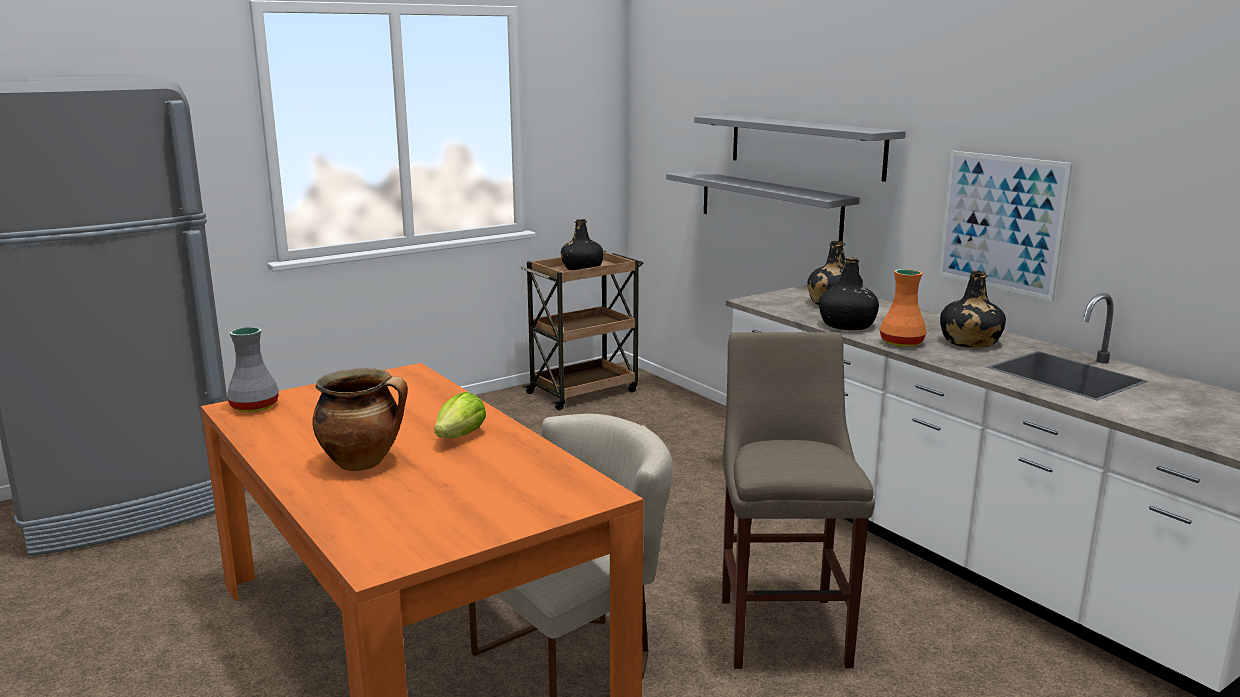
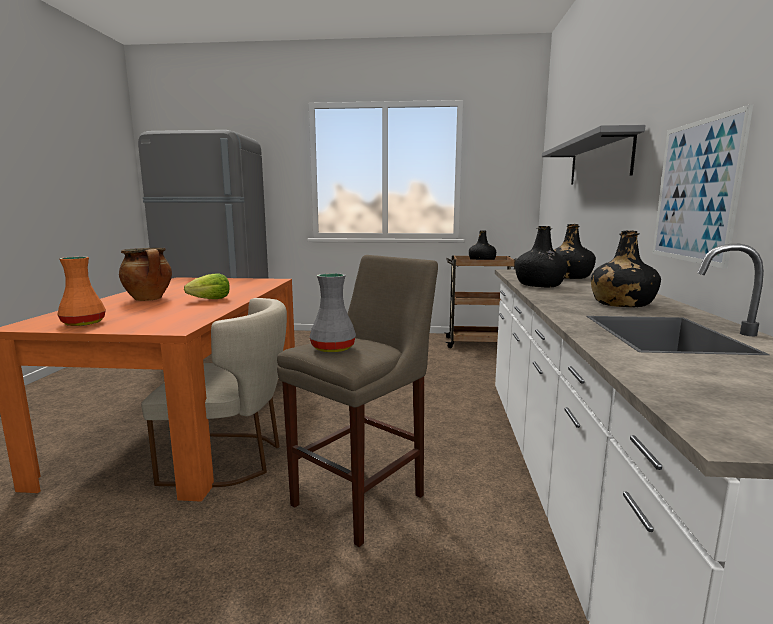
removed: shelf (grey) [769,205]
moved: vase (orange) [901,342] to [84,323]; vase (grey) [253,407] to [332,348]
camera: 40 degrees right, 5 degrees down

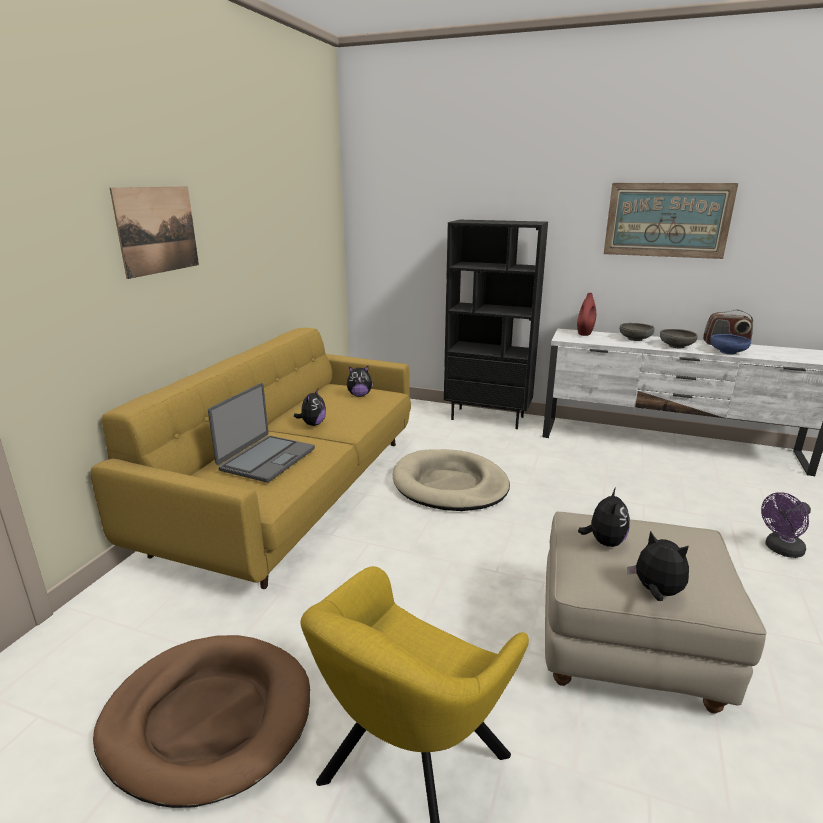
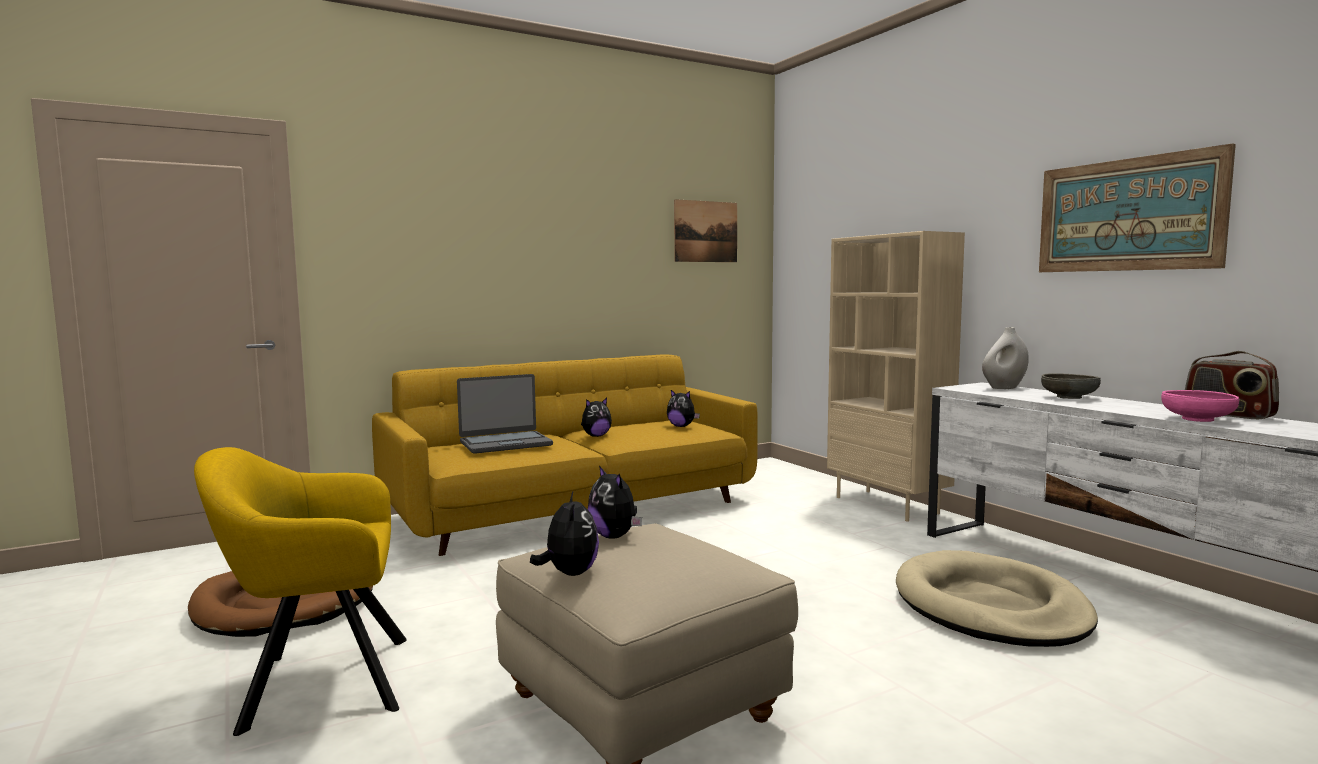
removed: bowl (grey) [676,346]; fan (purple) [780,550]
moved: picture [158,230] to [706,231]; dog bed (beige) [450,485] to [990,607]
recoloured: bookcase (black) [488,418] to bookcase (beige) [888,505]; vase (red) [584,333] to vase (white) [1004,388]; bowl (blue) [727,352] to bowl (pink) [1197,419]
turned: plush toy [604,542] = [615,536] 90 degrees clockwise
camera: 40 degrees right, 15 degrees down

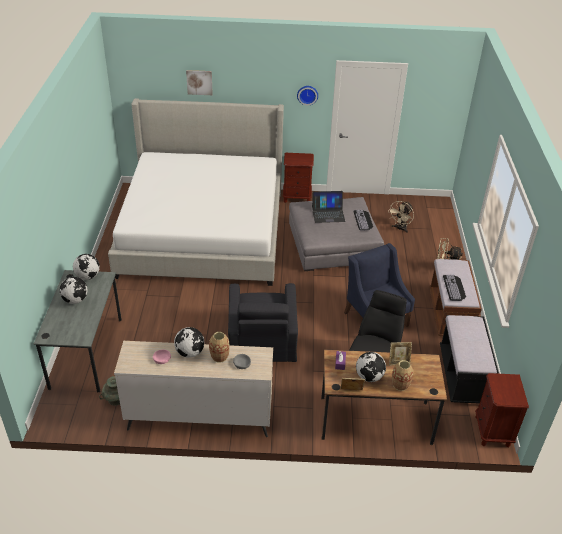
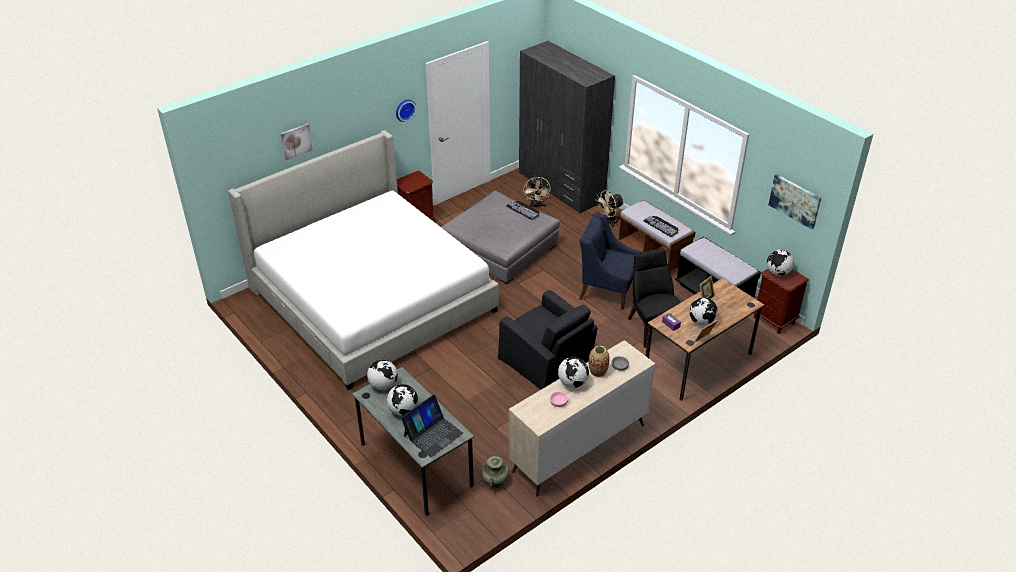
removed: vase [400,385]
added: wardrobe (grey) [561,187]; picture [795,201]; globe [777,273]
moved: laptop [328,214] to [433,434]
camera: 40 degrees left, 0 degrees up

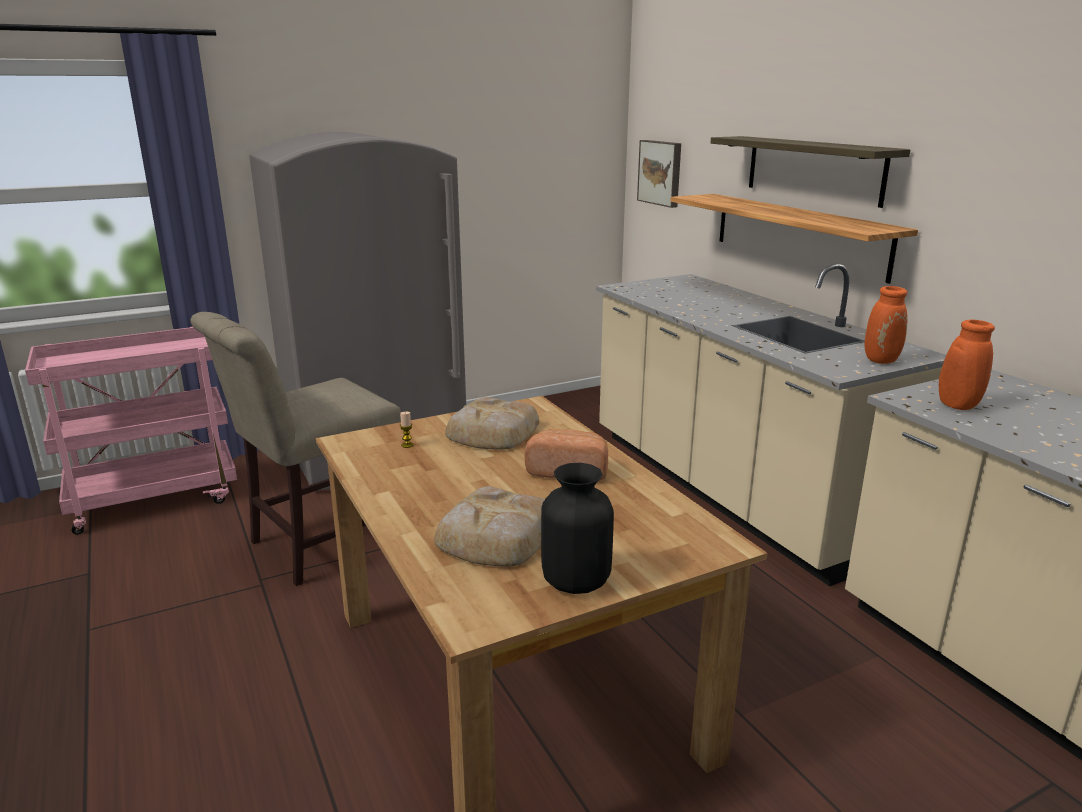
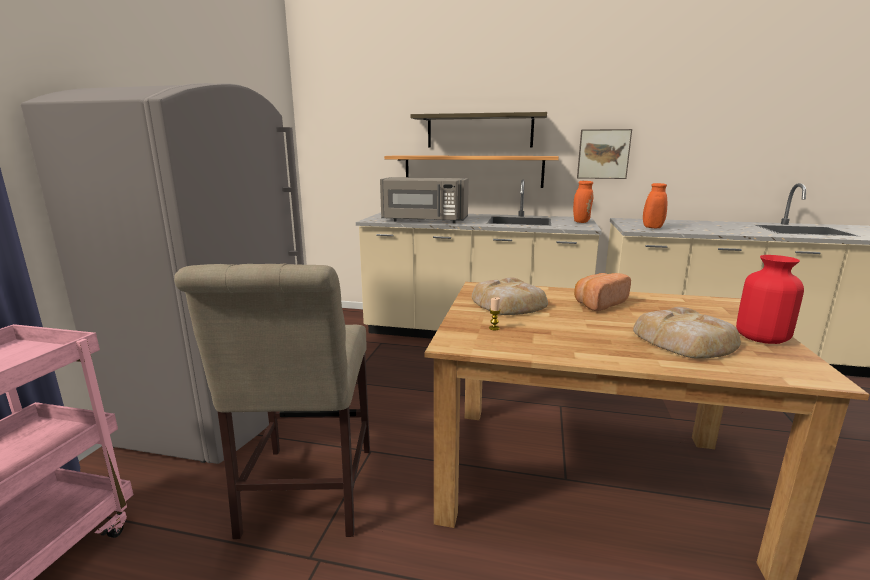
added: microwave (grey) [424,221]
moved: picture [661,173] to [603,154]
recoloured: vase (black) [576,580] to vase (red) [761,338]
camera: 50 degrees left, 5 degrees down

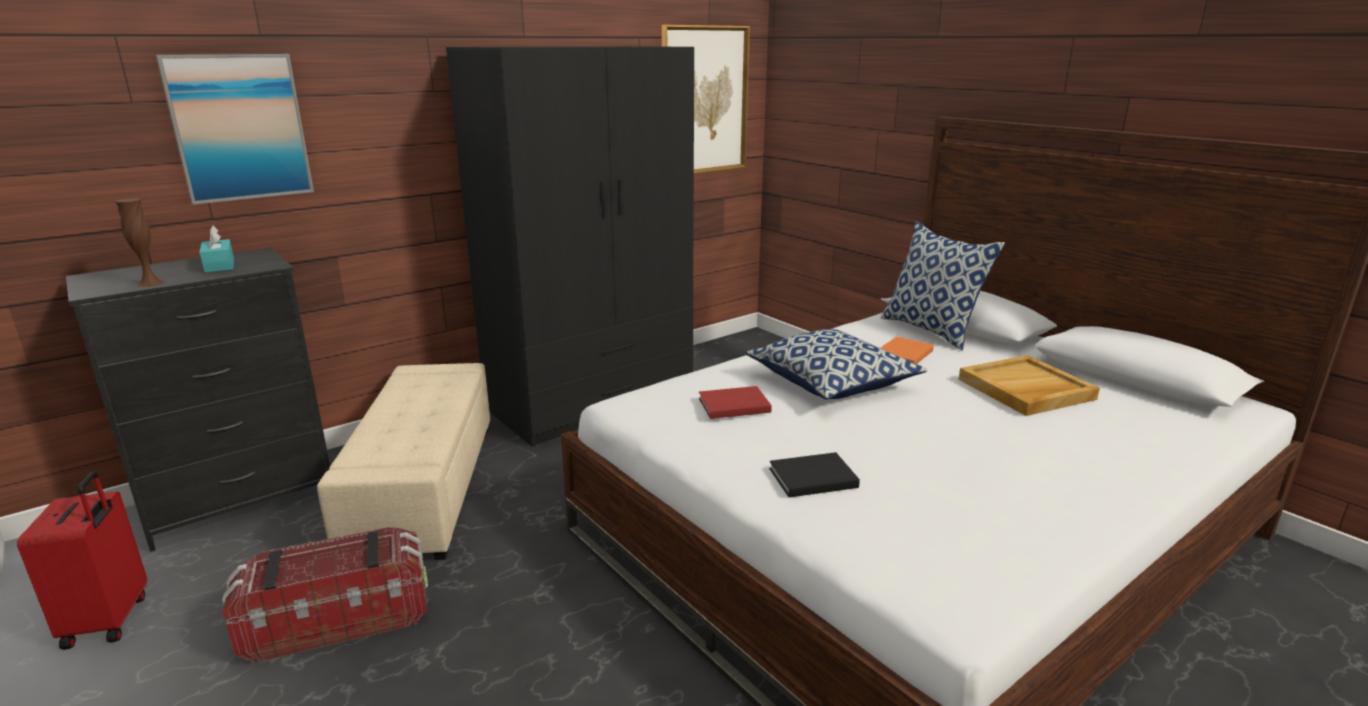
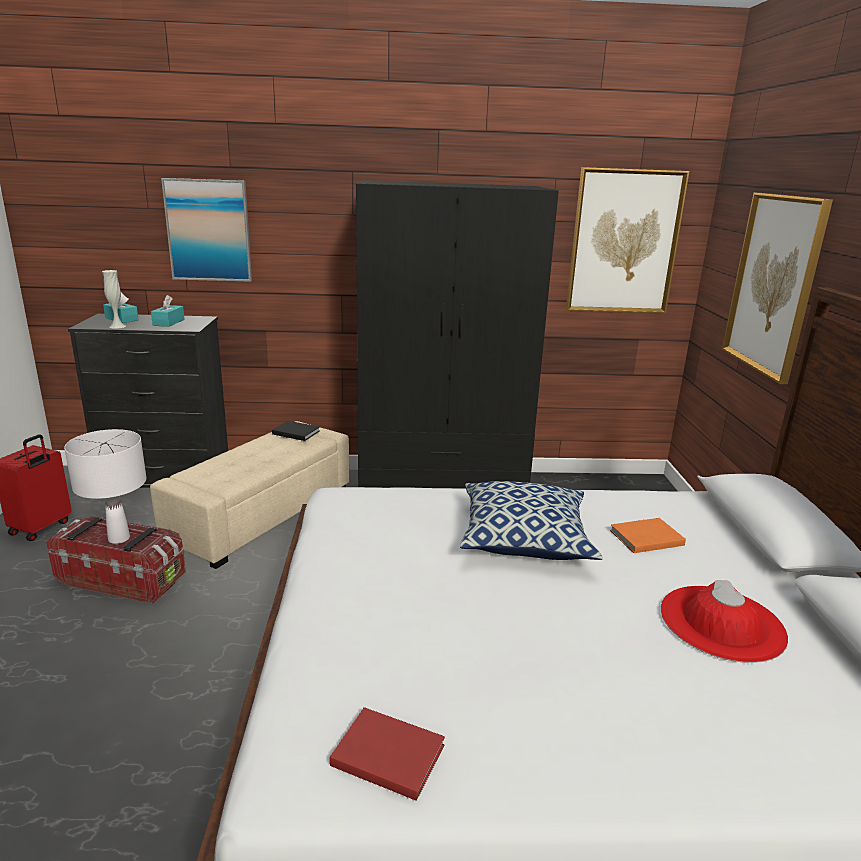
removed: pillow [931,330]
added: picture [773,284]; tissue box (turquoise) [121,319]; table lamp (white) [119,538]
moved: book (red) [732,405] to [386,753]; book (black) [810,477] to [295,432]
replaced: tray (beige) [1025,389] to hat (red) [721,623]
recoloured: vase (brown) [150,283] to vase (white) [117,326]
camera: 35 degrees right, 0 degrees up

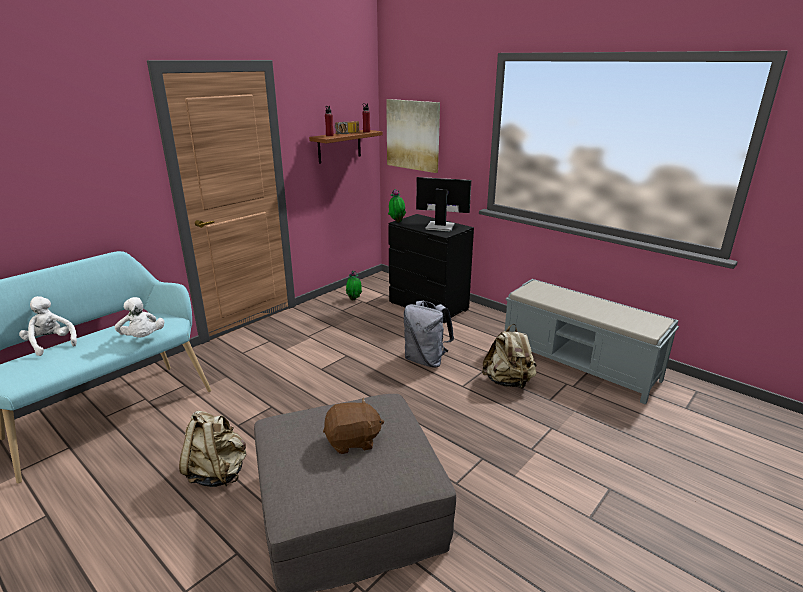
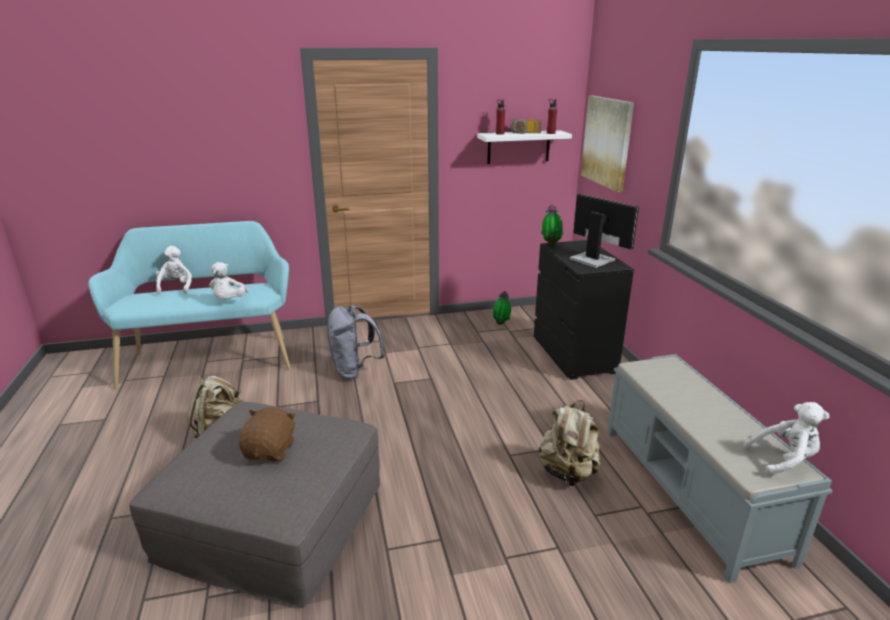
added: plush toy (white) [784,460]
moved: backpack (grey) [426,360] to [354,370]
recoloured: shelf (brown) [339,146] to shelf (white) [518,147]
turned: plush toy (brown) [353,441] = [271,450] 105 degrees counterclockwise
camera: 35 degrees right, 0 degrees up

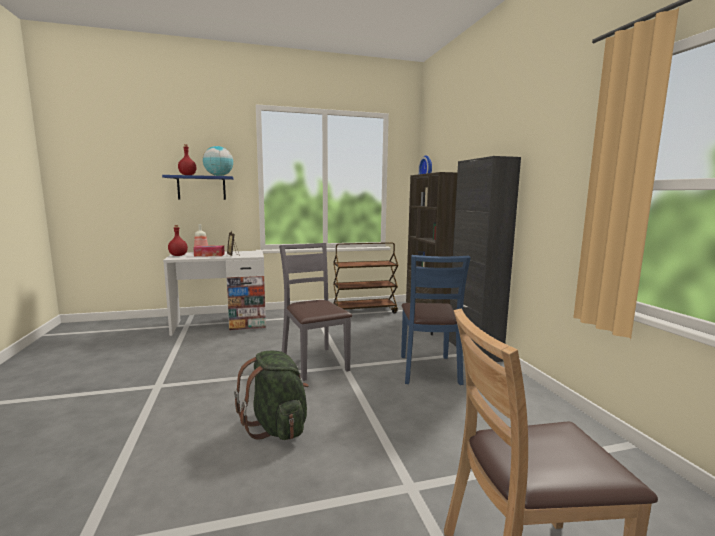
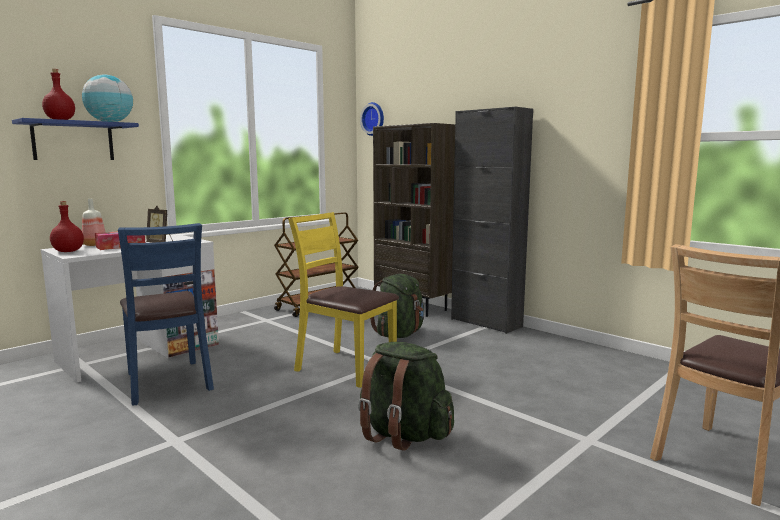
added: backpack (green) [399,334]
moved: chair (blue) [428,370] to [168,382]
recoloured: chair (grey) [314,363] to chair (yellow) [345,368]
camera: 30 degrees left, 0 degrees up

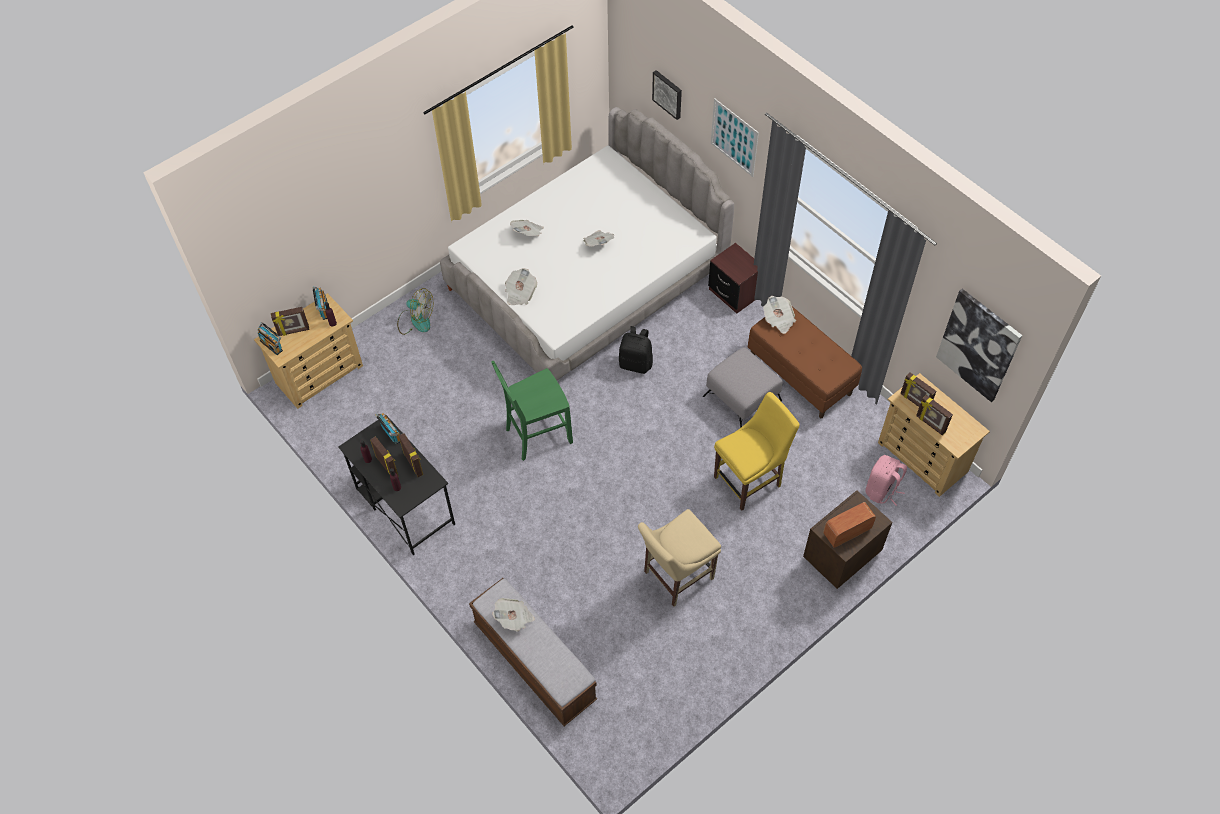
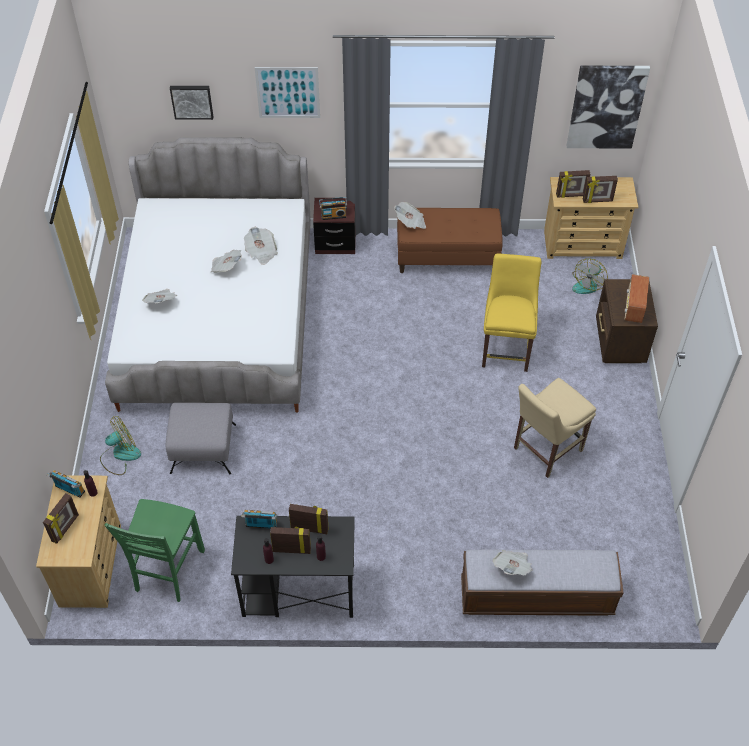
removed: backpack (black) [636,363]
moved: newspaper [520,293] to [261,252]; radio [272,345] to [333,215]; ottoman (grey) [742,398] to [204,448]; chair (green) [537,435] to [167,571]
replaced: backpack (pink) [882,490] to fan [588,284]
turned: chair (beige) [675,576] = [545,450] 45 degrees clockwise
camera: 50 degrees left, 5 degrees down

